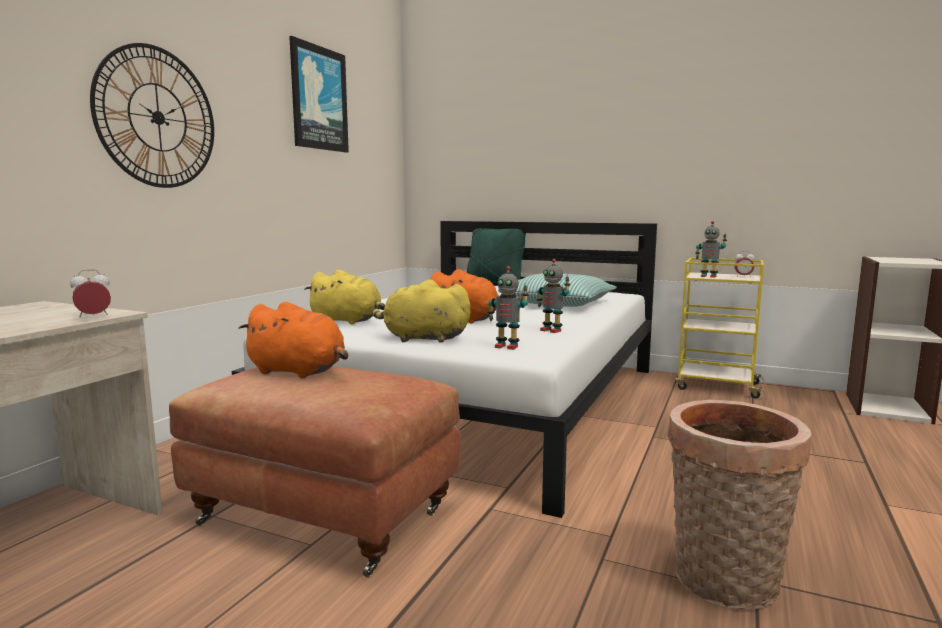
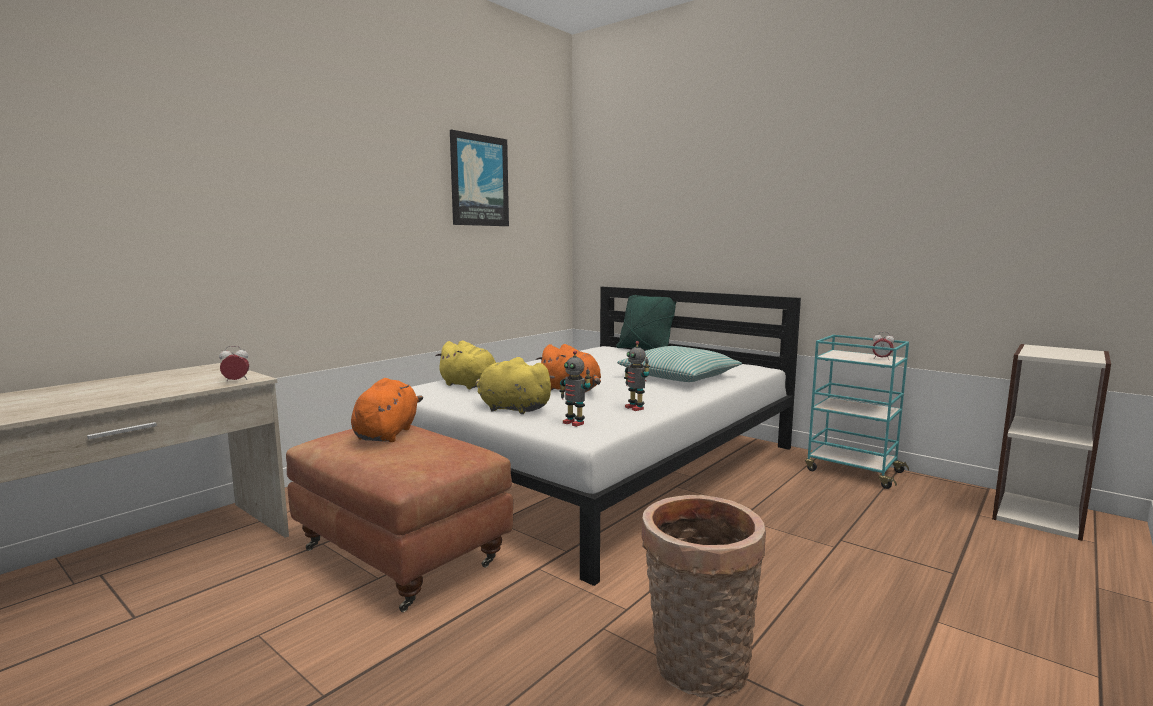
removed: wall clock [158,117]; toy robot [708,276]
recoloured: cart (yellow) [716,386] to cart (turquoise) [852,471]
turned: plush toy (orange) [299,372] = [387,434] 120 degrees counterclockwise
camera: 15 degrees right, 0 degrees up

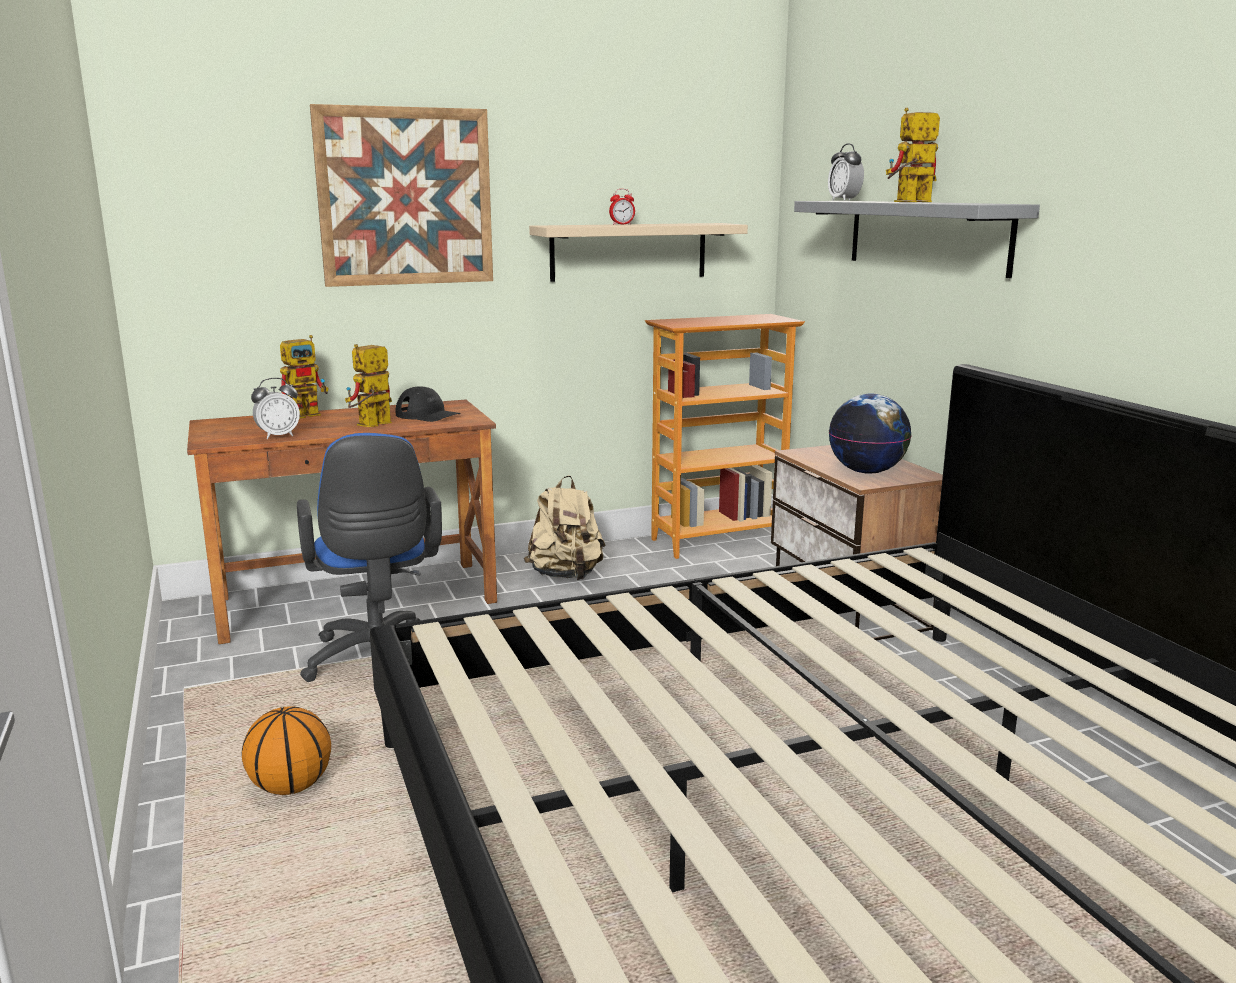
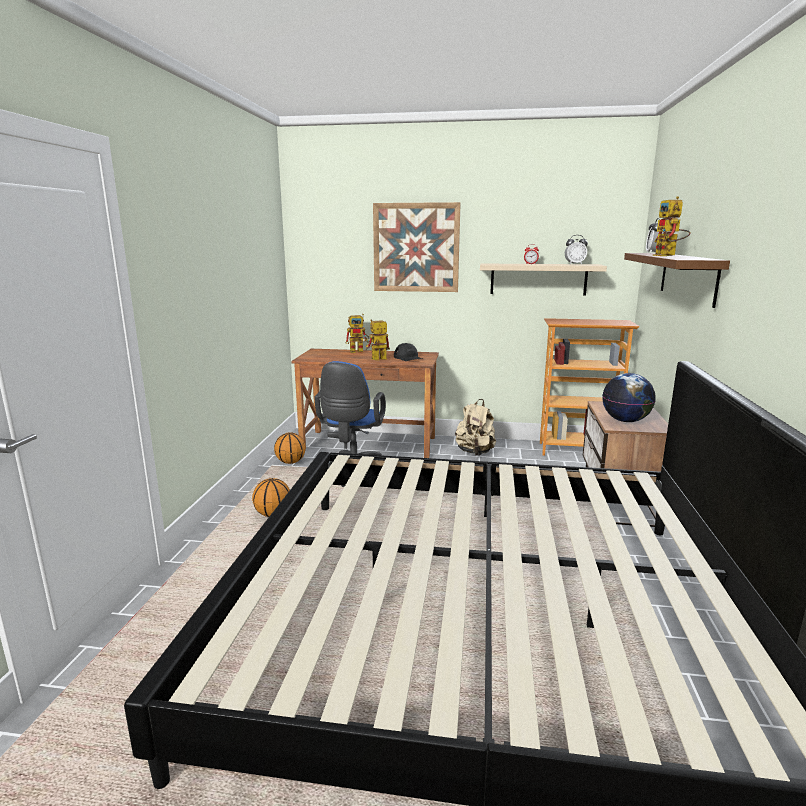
added: basketball [291,462]
moved: alarm clock [278,436] to [574,264]
recoloured: shelf (grey) [926,235] to shelf (brown) [688,277]
turned: toy robot [908,202] = [668,256] 105 degrees counterclockwise
camera: 30 degrees right, 0 degrees up

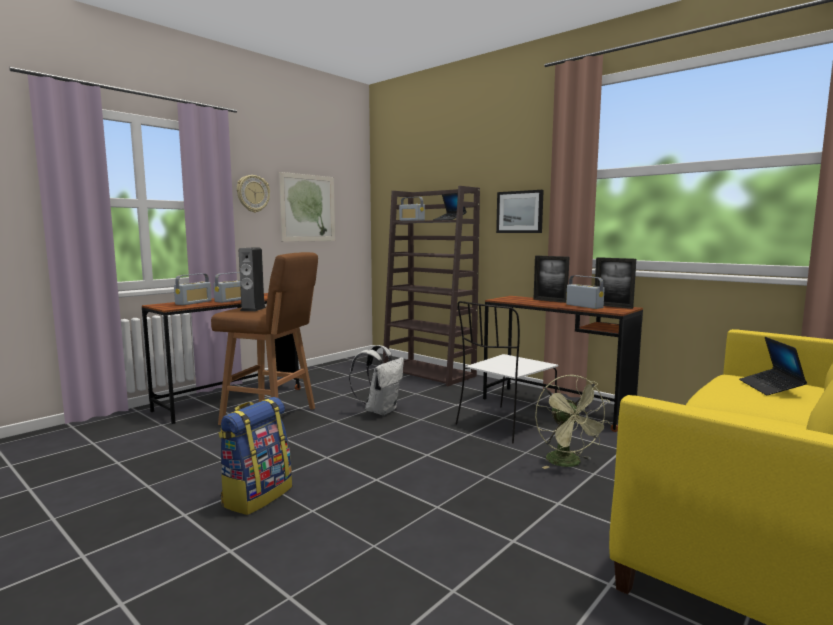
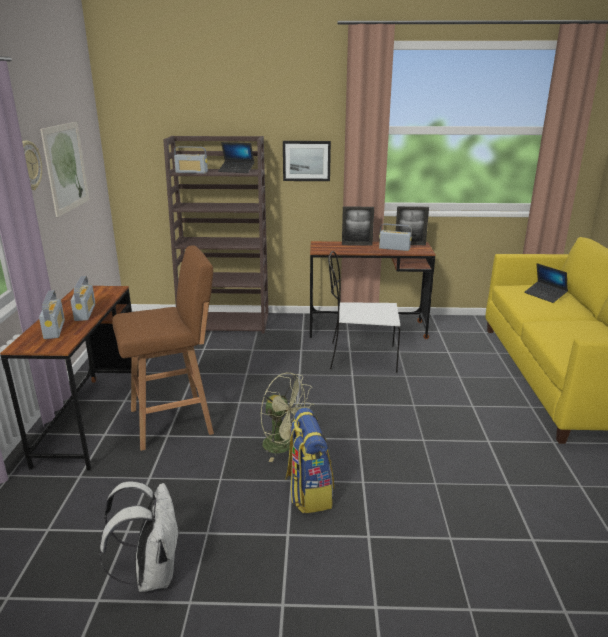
removed: speaker [253,309]
moved: backpack (white) [380,410] to [152,573]; fan (green) [569,463] to [284,446]
turned: chair (white) [505,425] = [360,357] 90 degrees clockwise
camera: 40 degrees left, 15 degrees up

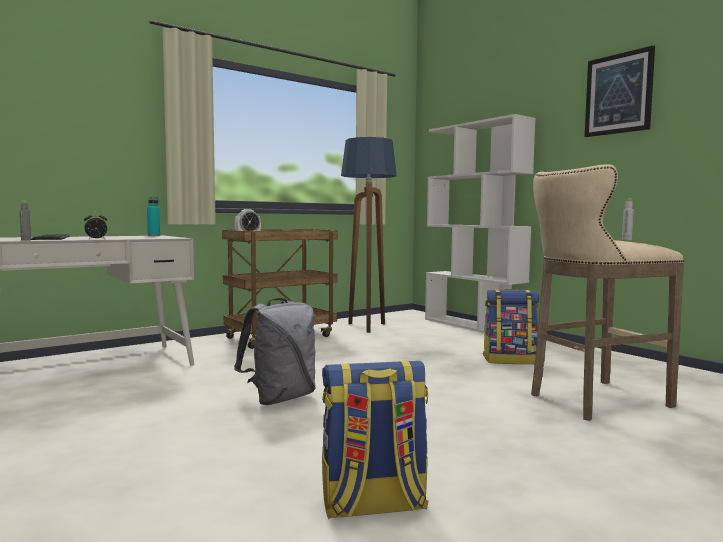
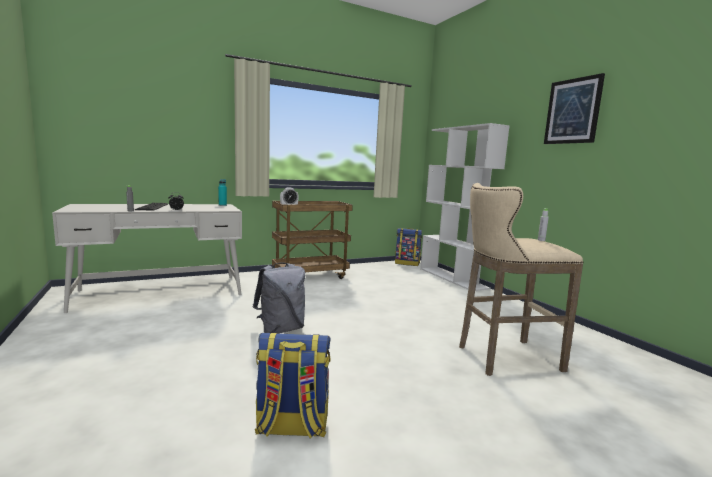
removed: floor lamp [367,327]
moved: backpack [509,360] to [407,263]
camera: 10 degrees right, 5 degrees up

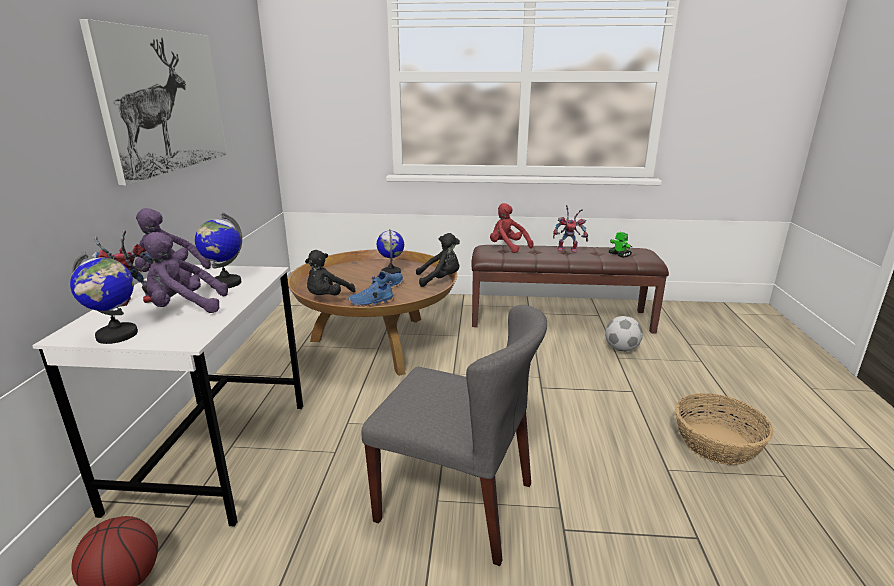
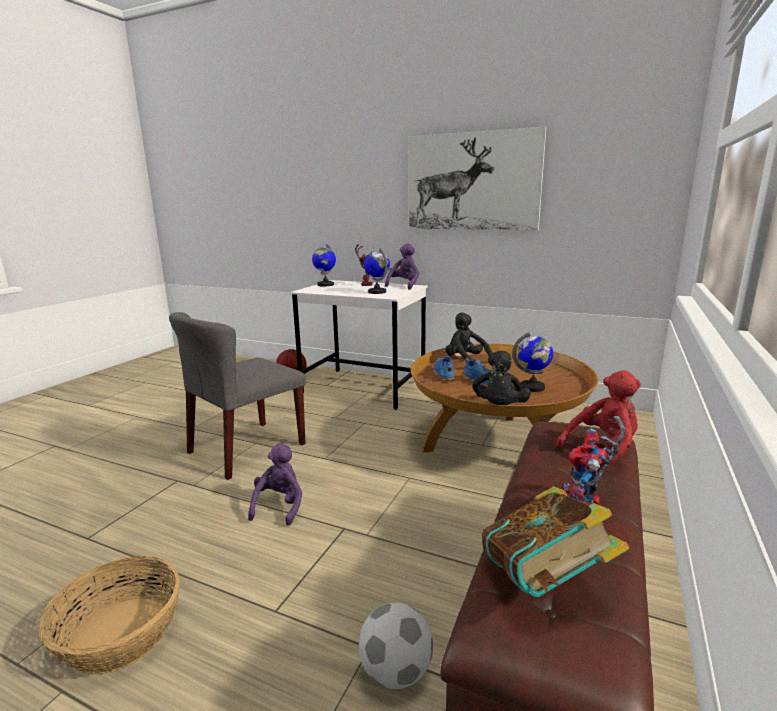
moved: plush toy (purple) [184,307] to [279,506]
replaced: toy robot [619,255] to book [543,581]
camera: 110 degrees right, 5 degrees down

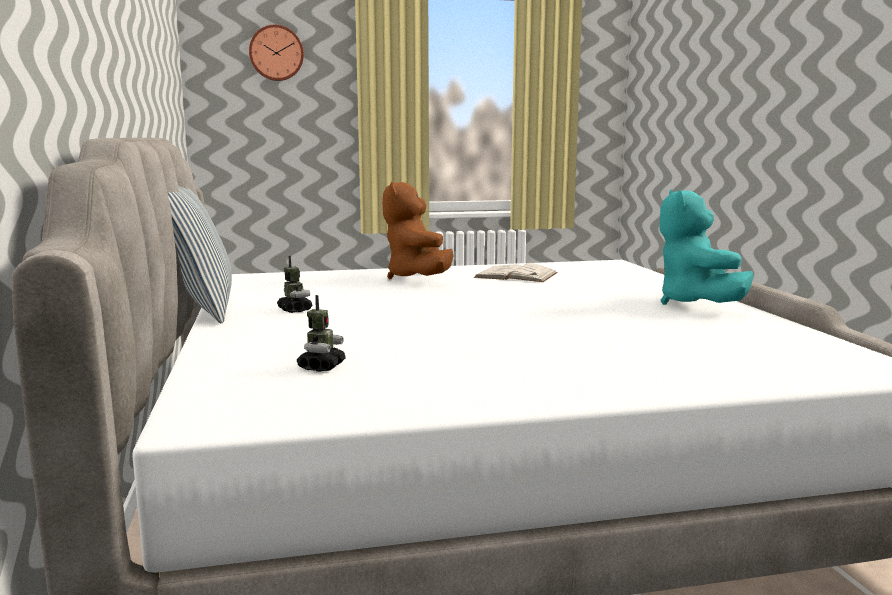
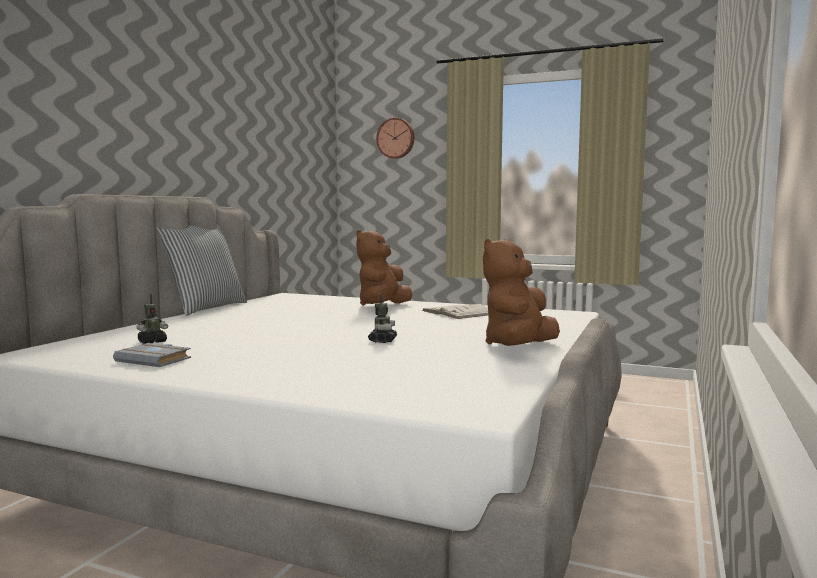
added: book (grey) [155,360]
moved: toy robot [295,310] to [382,340]
recoloured: plush toy (turquoise) [695,304] to plush toy (brown) [518,347]
camera: 35 degrees right, 5 degrees down

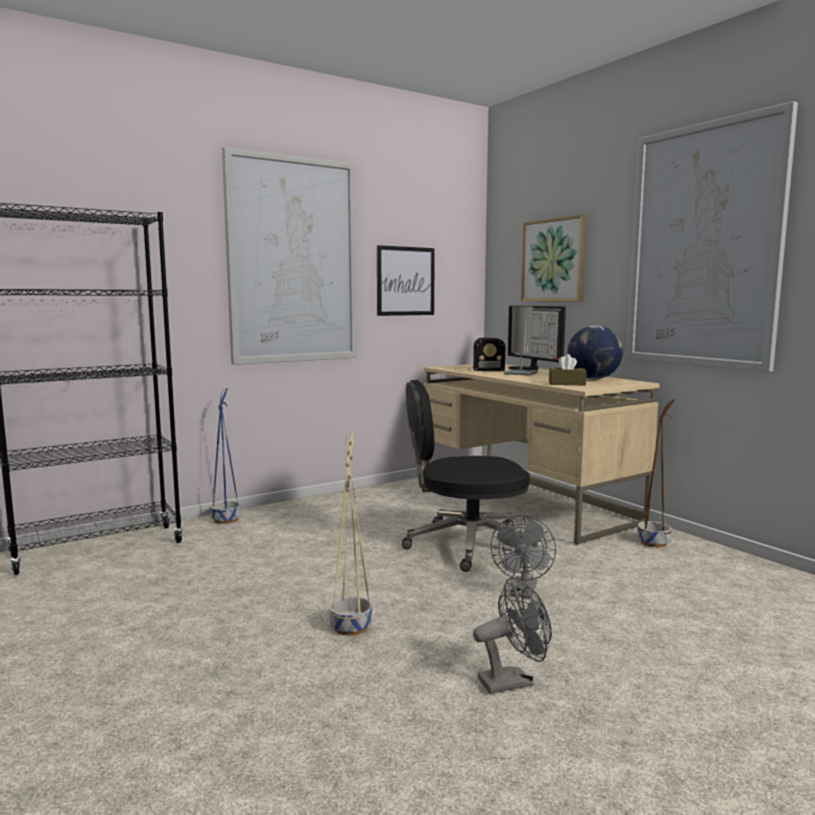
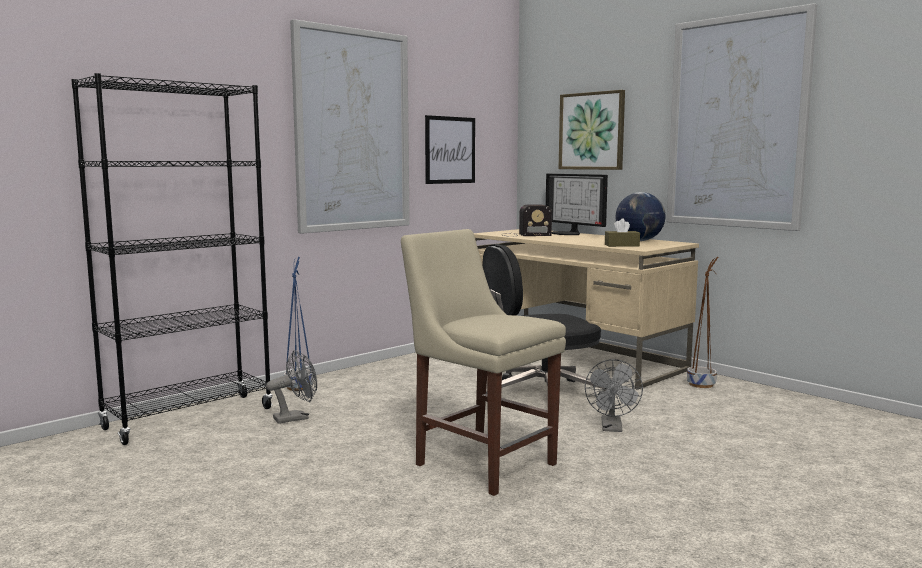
removed: table lamp (grey) [520,373]
moved: fan (grey) [512,681] to [296,418]
replaced: planter (beige) [351,626] to chair (beige) [481,462]
camera: 10 degrees left, 0 degrees up

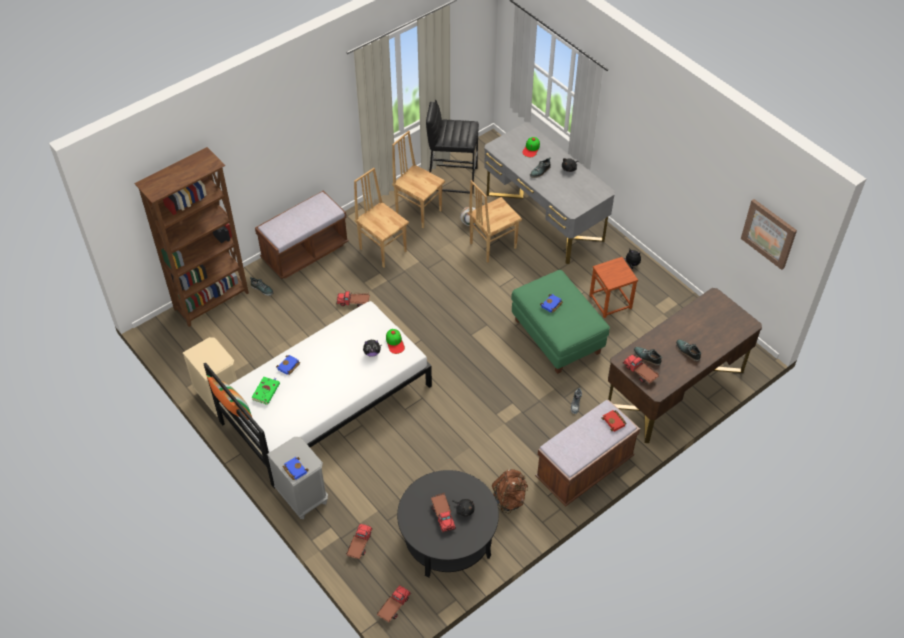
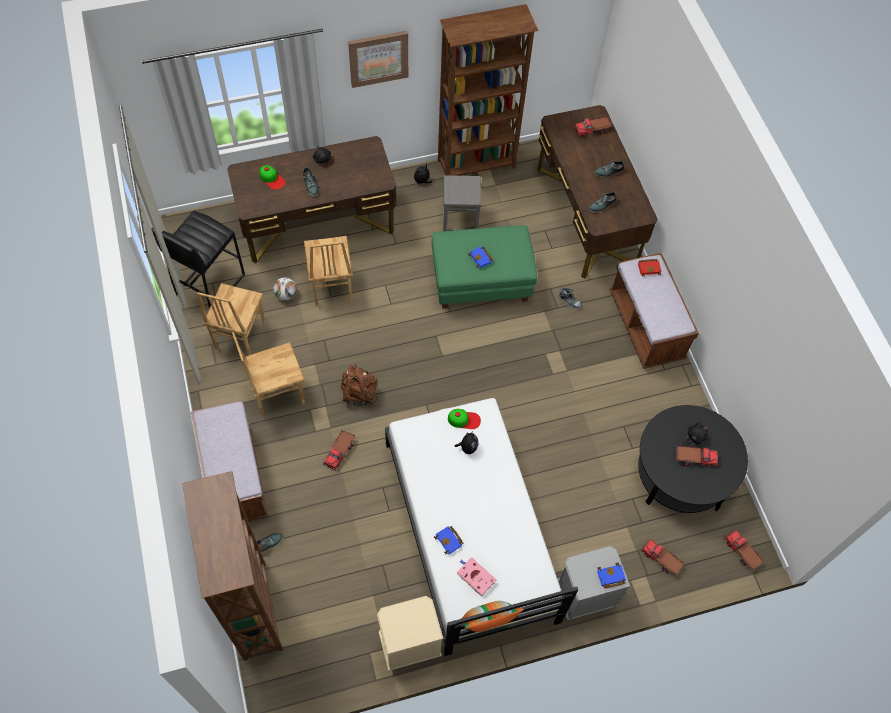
added: bookcase (brown) [477,165]
moved: picture [769,233] to [378,58]; toy truck [640,373] to [592,129]; backpack (brown) [509,499] to [359,393]
recoloured: desk (grey) [544,217] to desk (brown) [317,225]; stool (brown) [611,302] to stool (grey) [460,219]; book (green) [266,391] to book (pink) [475,576]
turned: chair (brown) [419,211] = [239,336] 45 degrees counterclockwise
camera: 70 degrees left, 10 degrees up

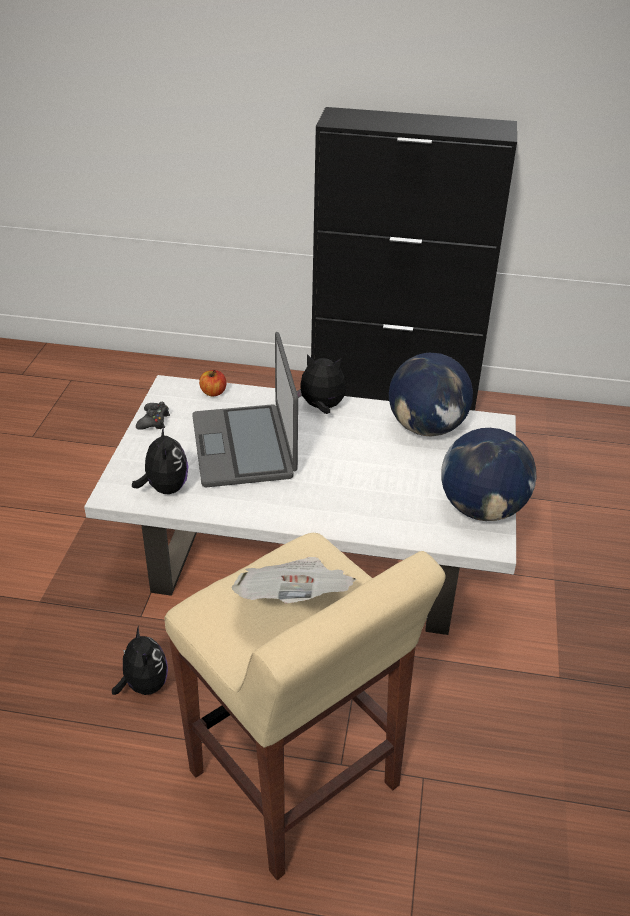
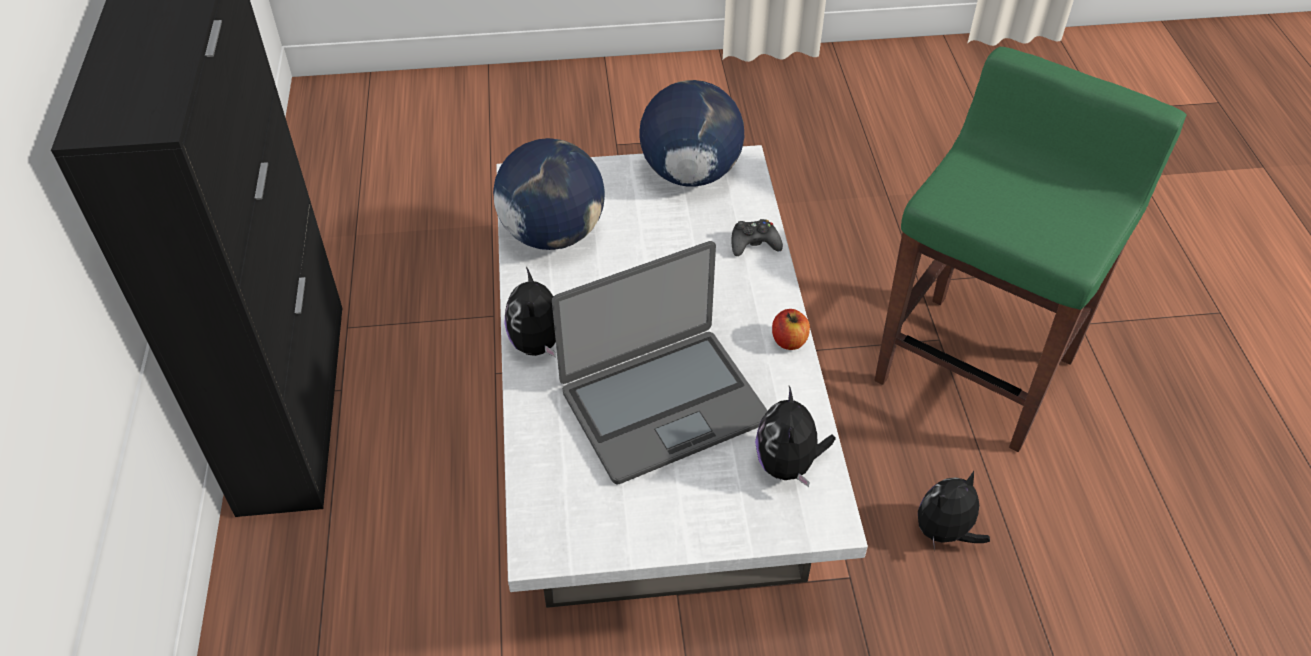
removed: newspaper [294,602]
moved: apple [213,392] to [789,341]; game controller (black) [154,421] to [754,243]
recoloured: stool (beige) [295,781] to stool (green) [977,368]
turned: plush toy [165,488] = [788,465] 60 degrees counterclockwise
camera: 105 degrees left, 10 degrees up

